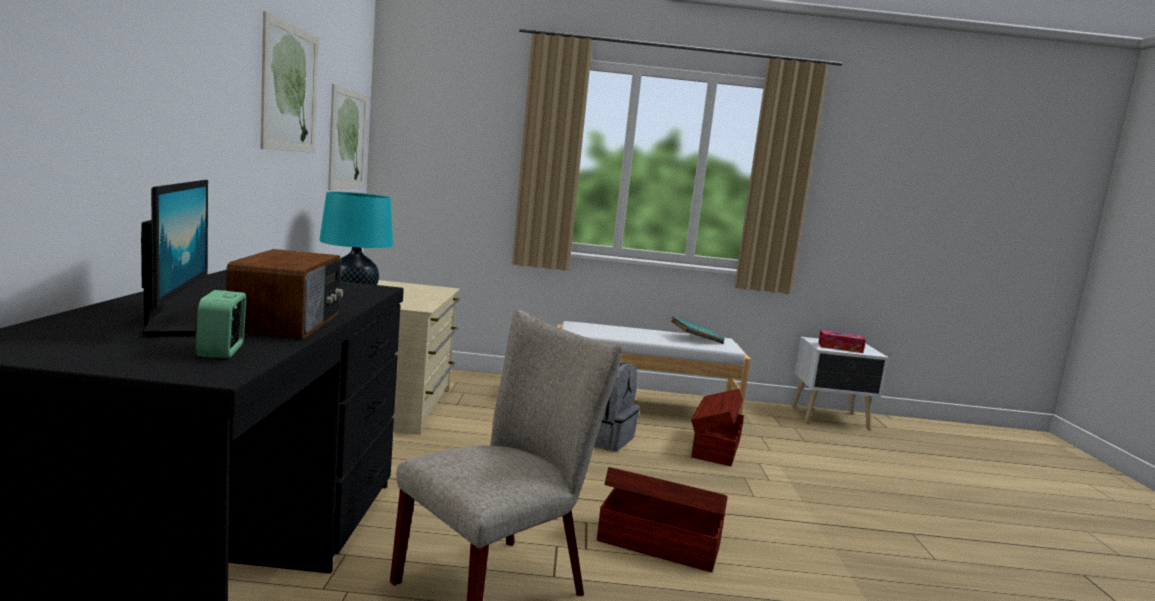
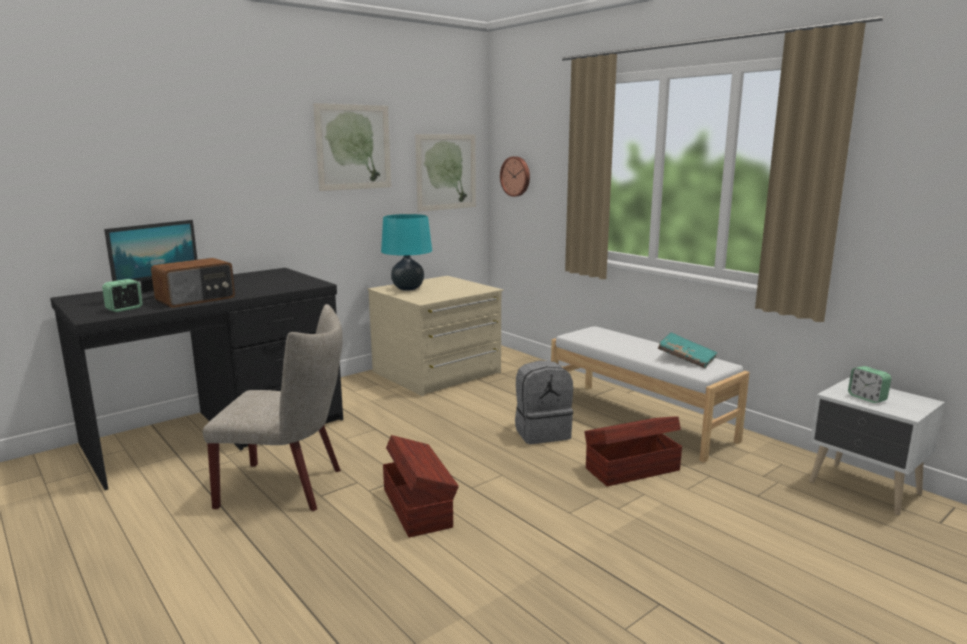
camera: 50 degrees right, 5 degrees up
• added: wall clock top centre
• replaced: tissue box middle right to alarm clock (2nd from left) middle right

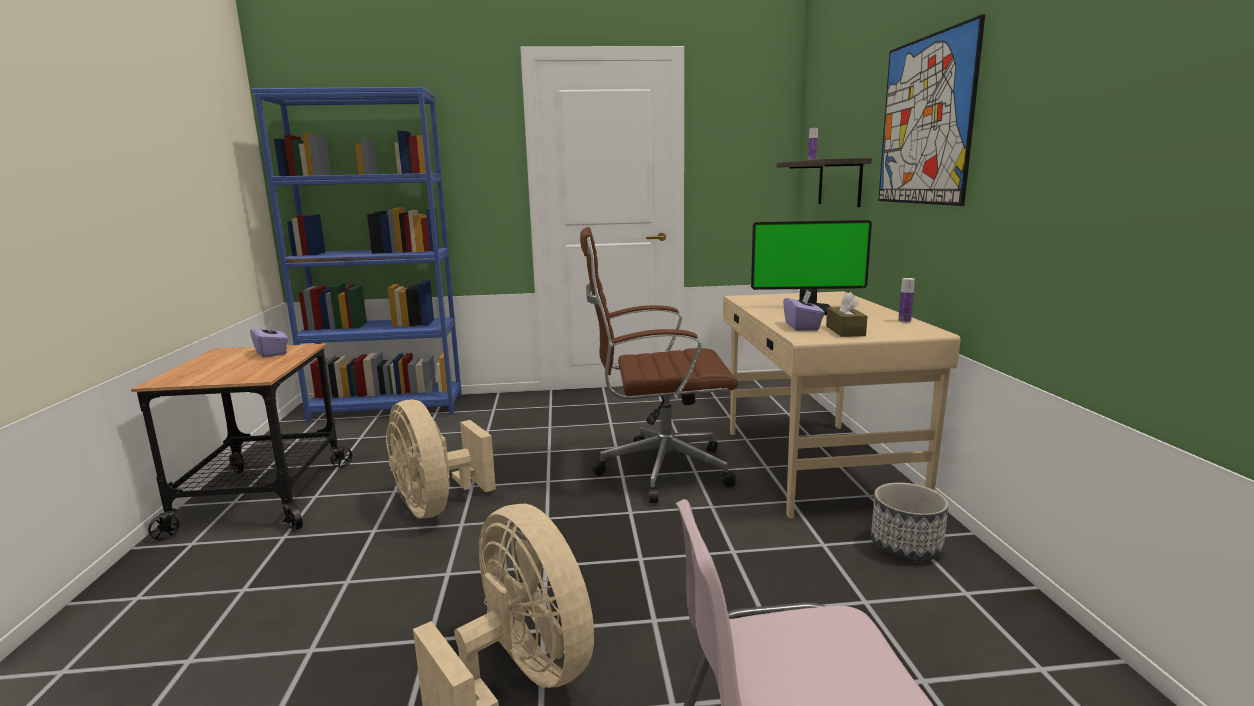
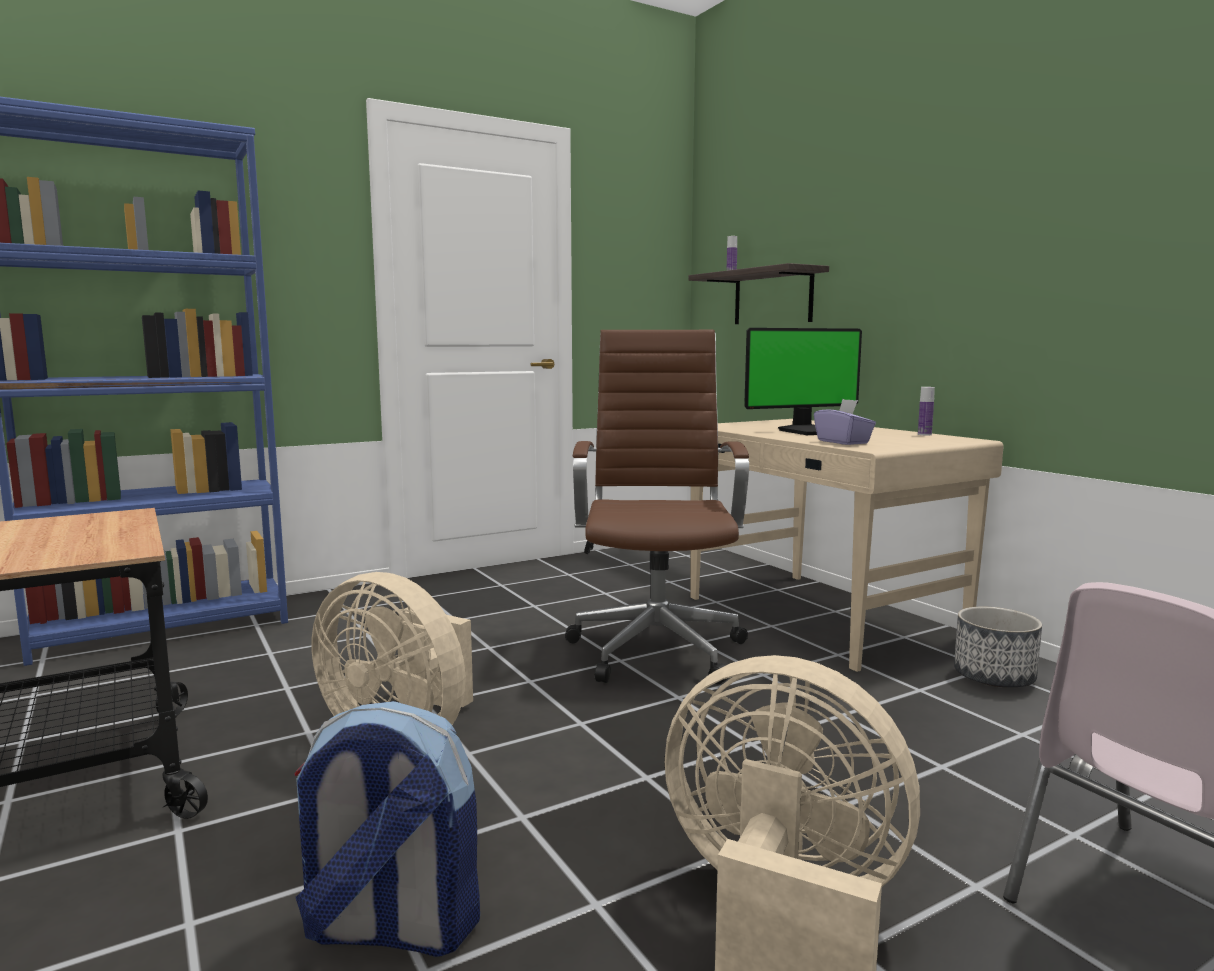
camera: 25 degrees left, 5 degrees down
• added: backpack bottom left
• turned: brown office chair centre = centre 120 degrees clockwise
• removed: purple tissue box (1st from left) middle left
• removed: brown tissue box middle right
• removed: picture top right

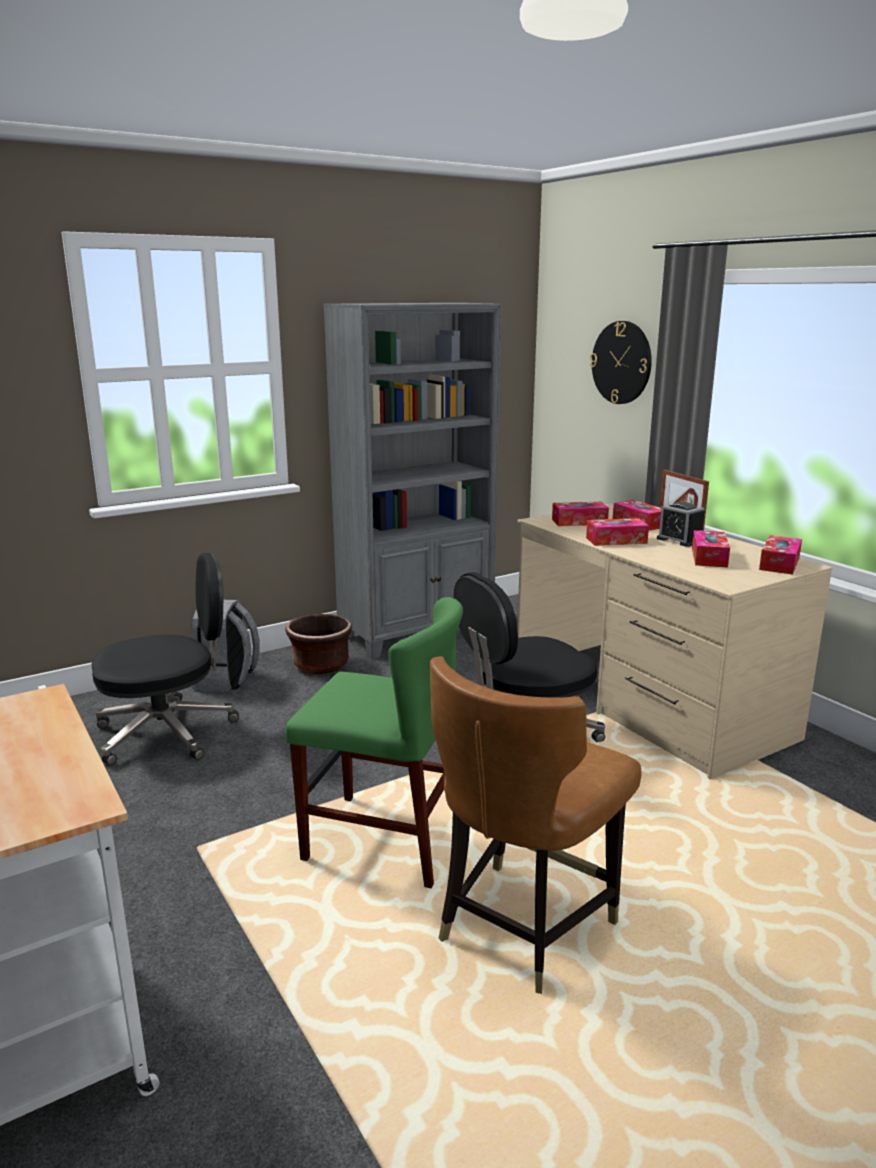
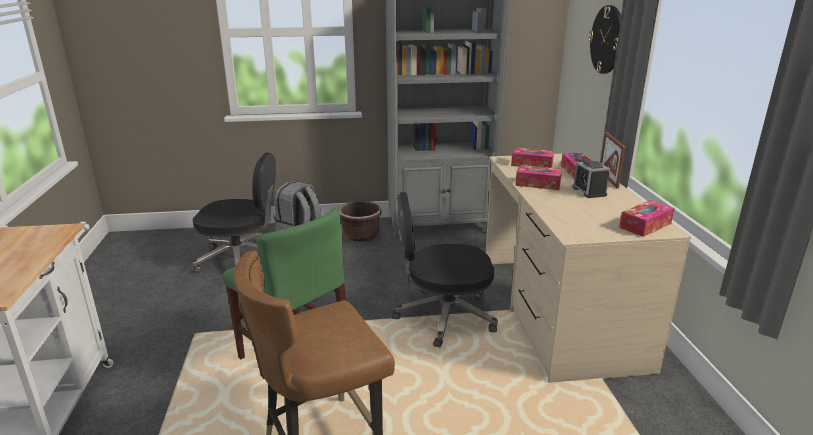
camera: 25 degrees right, 5 degrees up
• removed: tissue box (4th from left) middle right

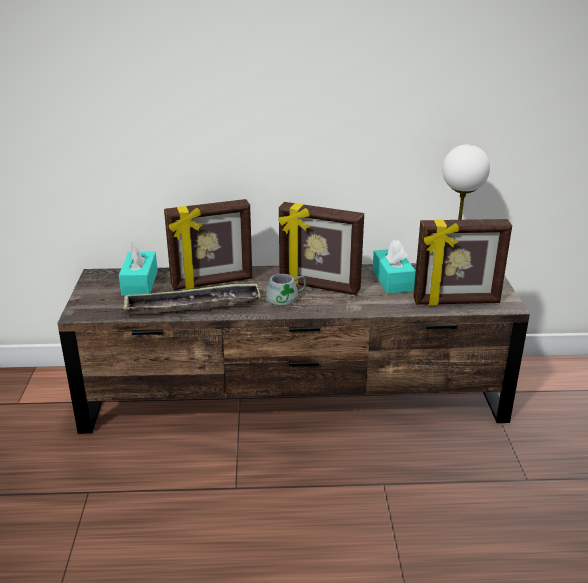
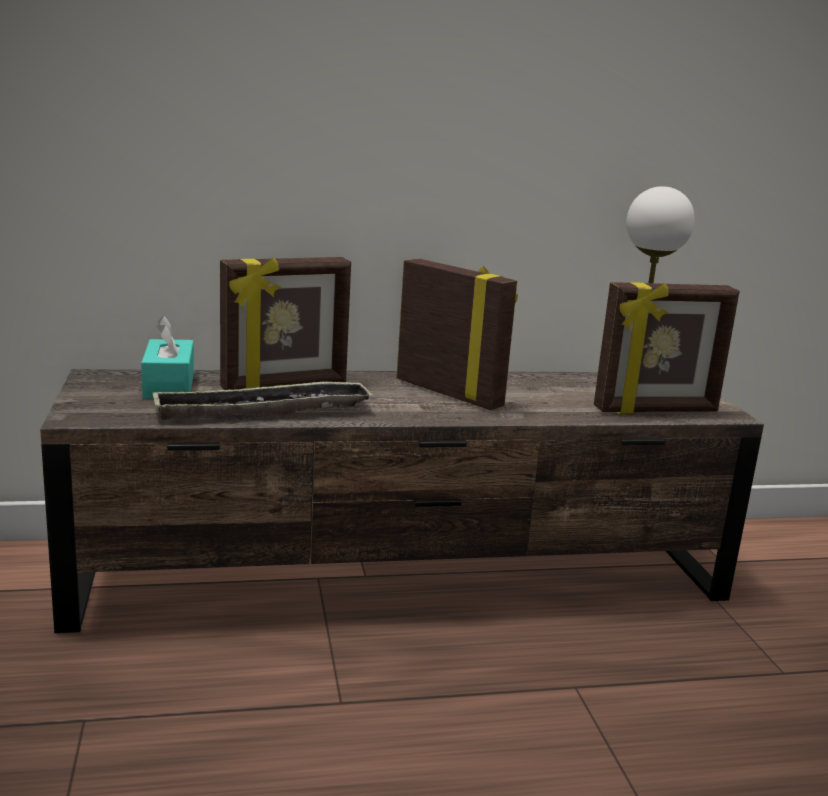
camera: 10 degrees left, 10 degrees down
• turned: picture frame (2nd from left) centre = centre 150 degrees counterclockwise
• removed: grey mug centre
• removed: turquoise tissue box (2nd from left) middle right

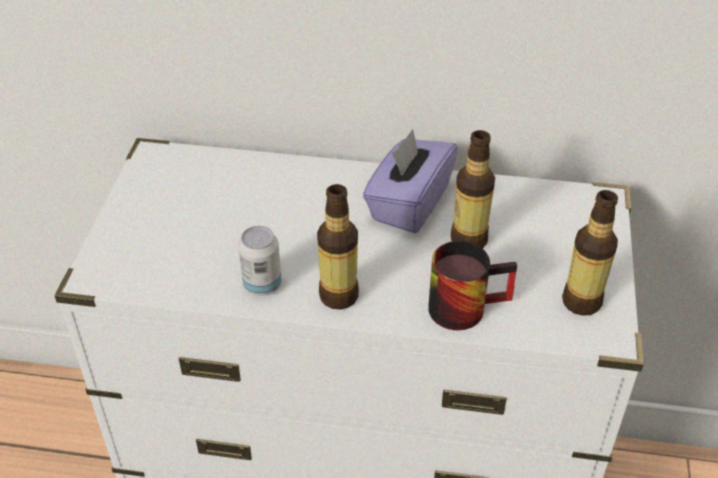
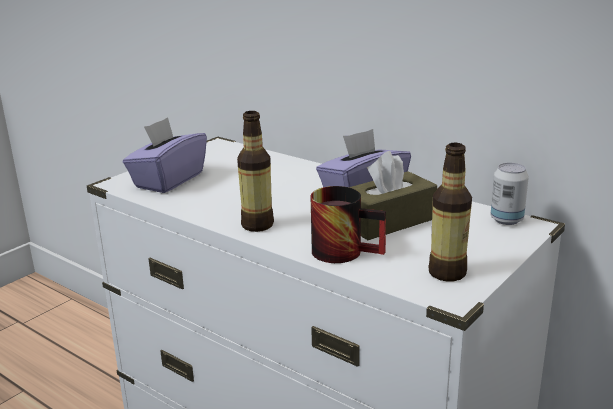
camera: 30 degrees right, 20 degrees down
• added: purple tissue box (1st from left) middle left
• replaced: bottle (2nd from left) centre to brown tissue box centre
• moved: can centre to middle right

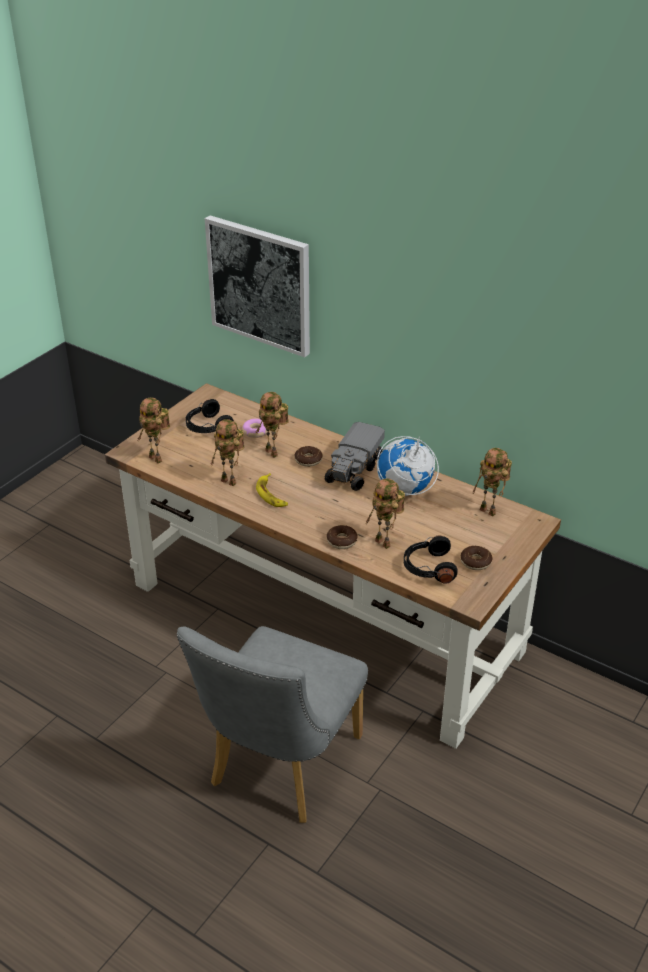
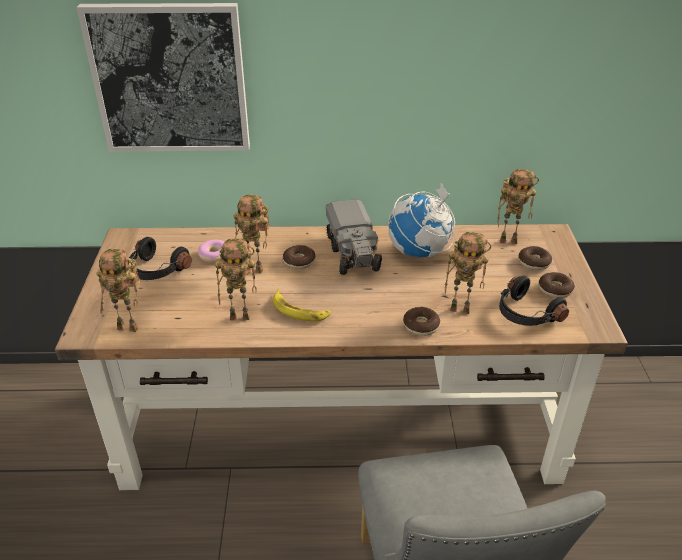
camera: 35 degrees left, 0 degrees up
• added: donut (4th from left) middle right

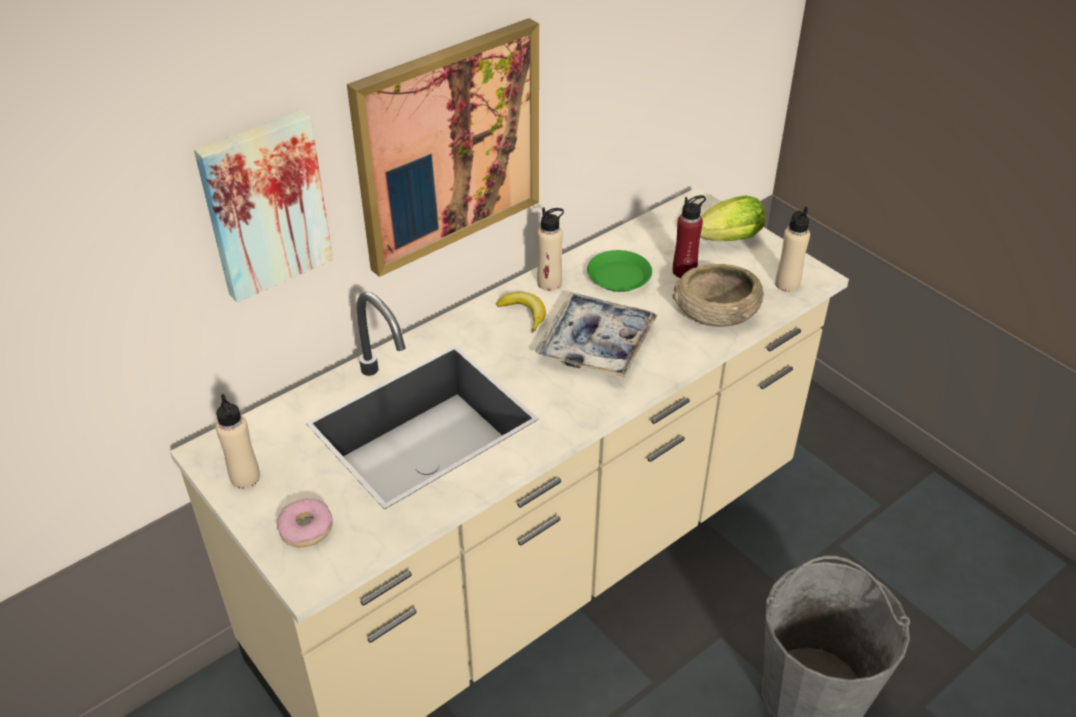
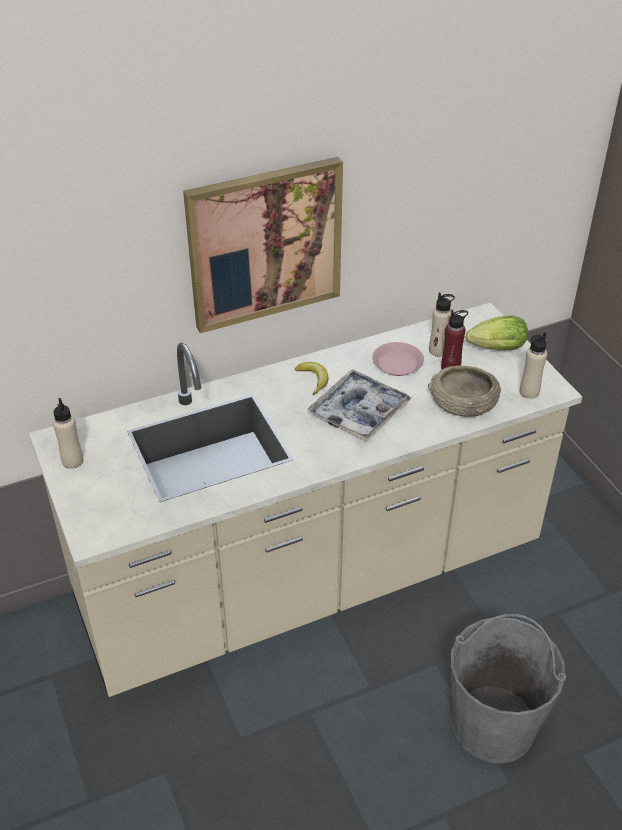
camera: 15 degrees right, 0 degrees up
• recoloured: green plate centre to pink plate centre
• moved: beige bottle (2nd from left) centre to middle right
• removed: picture (1st from left) top left
• removed: donut bottom left

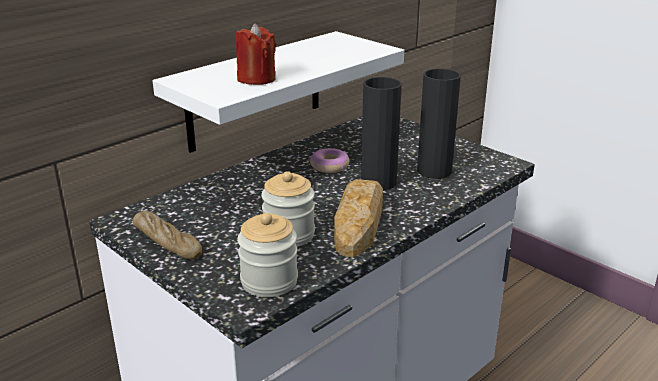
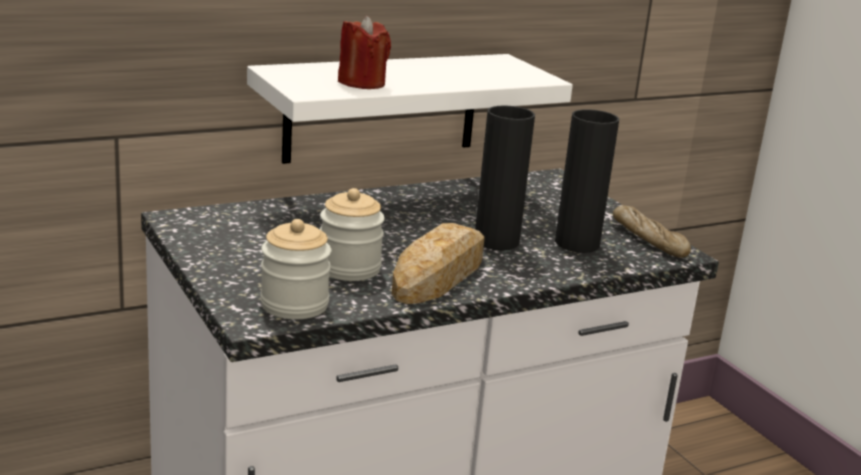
camera: 15 degrees right, 5 degrees down
• moved: bread (1st from left in the first image) middle left to bread (2nd from left) middle right
• removed: donut centre

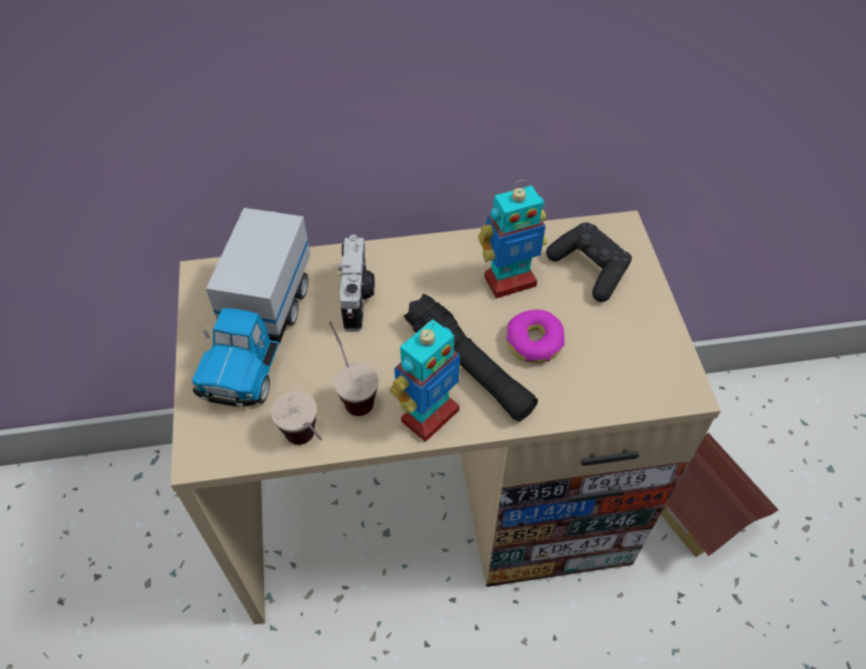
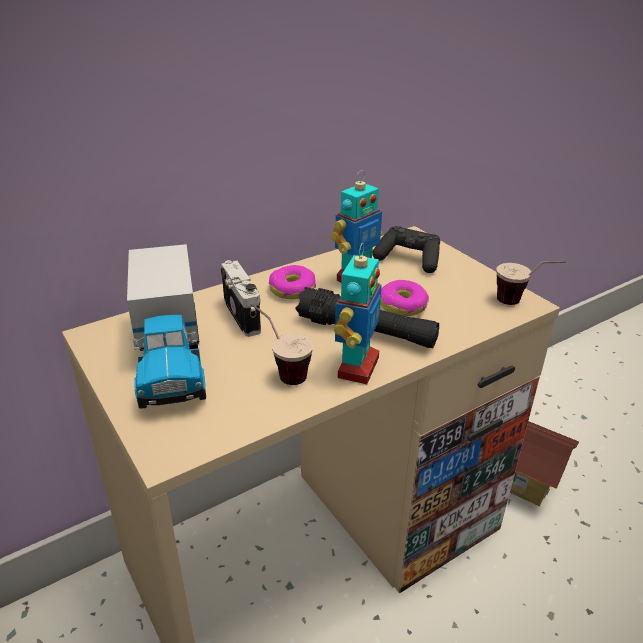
camera: 25 degrees left, 20 degrees down
• added: donut (1st from left) centre
• moved: cup (1st from left in the first image) centre to cup (2nd from left) middle right

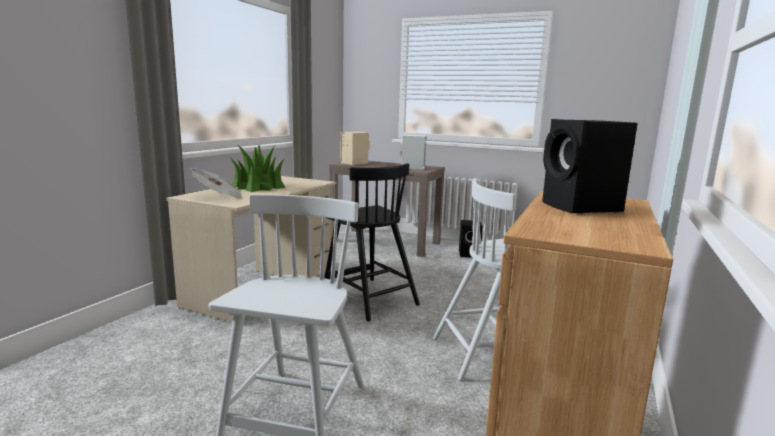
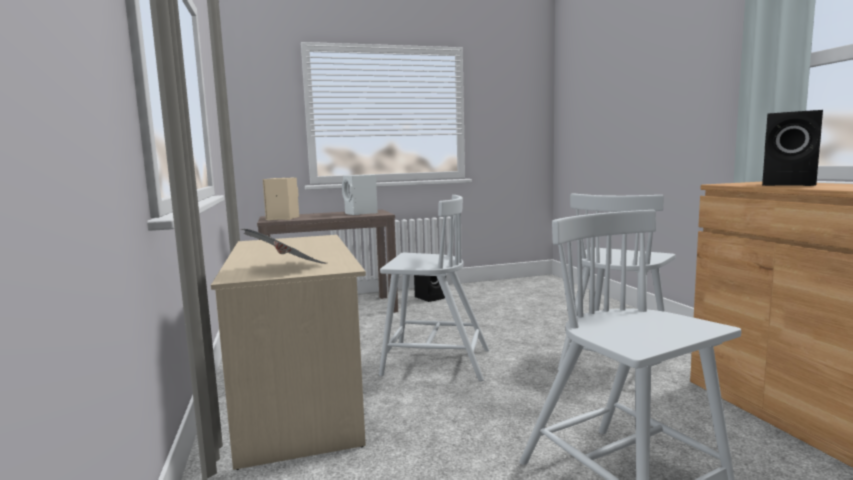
camera: 40 degrees left, 5 degrees down
• recoloured: black chair centre to white chair (1st from left) centre
• removed: potted plant middle left

